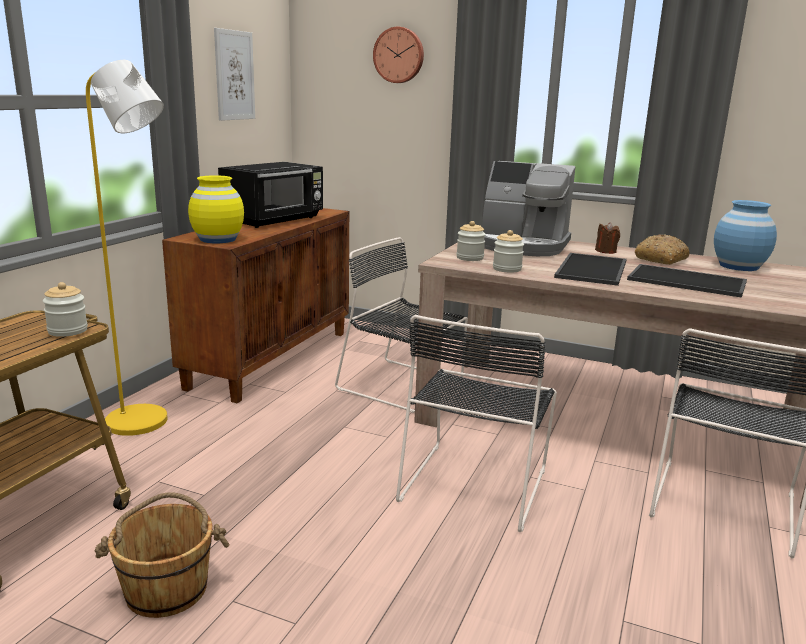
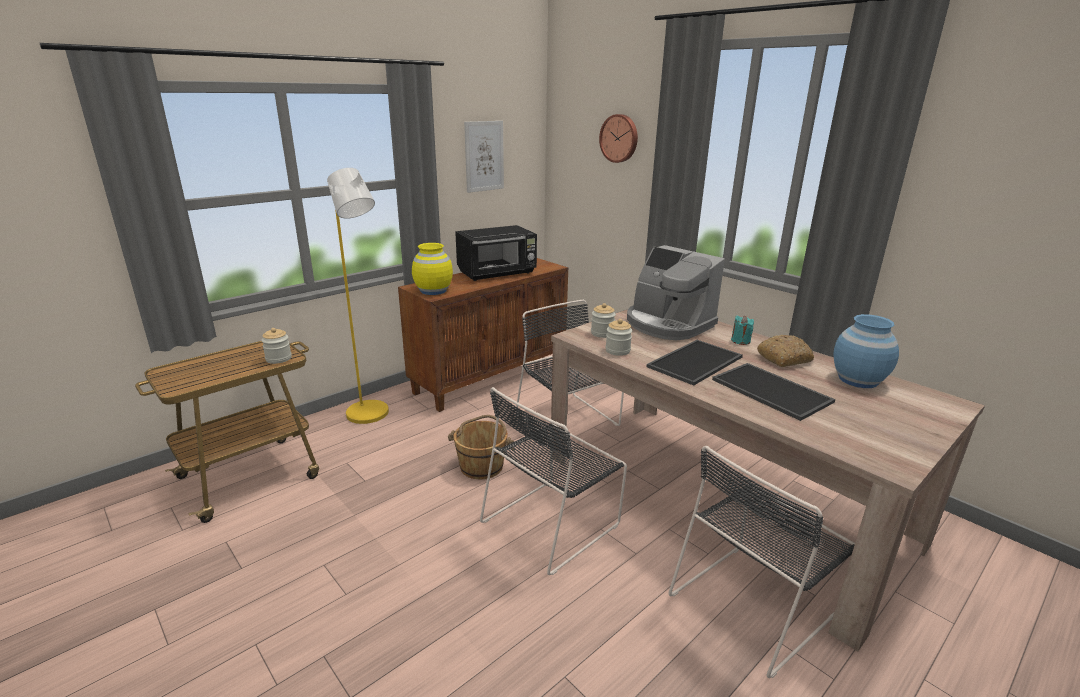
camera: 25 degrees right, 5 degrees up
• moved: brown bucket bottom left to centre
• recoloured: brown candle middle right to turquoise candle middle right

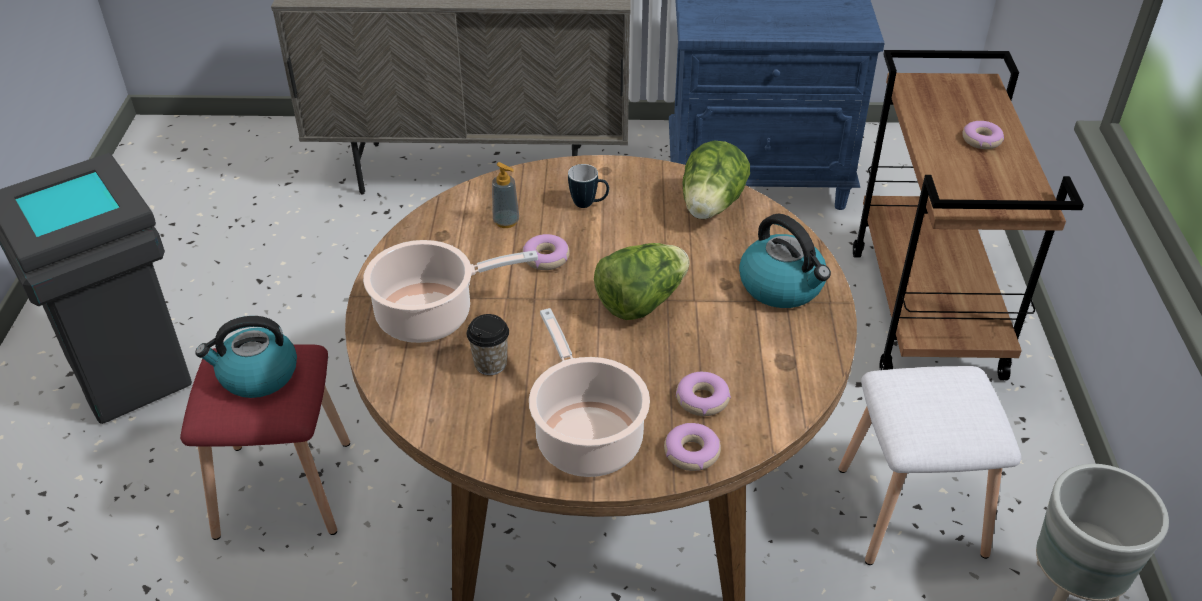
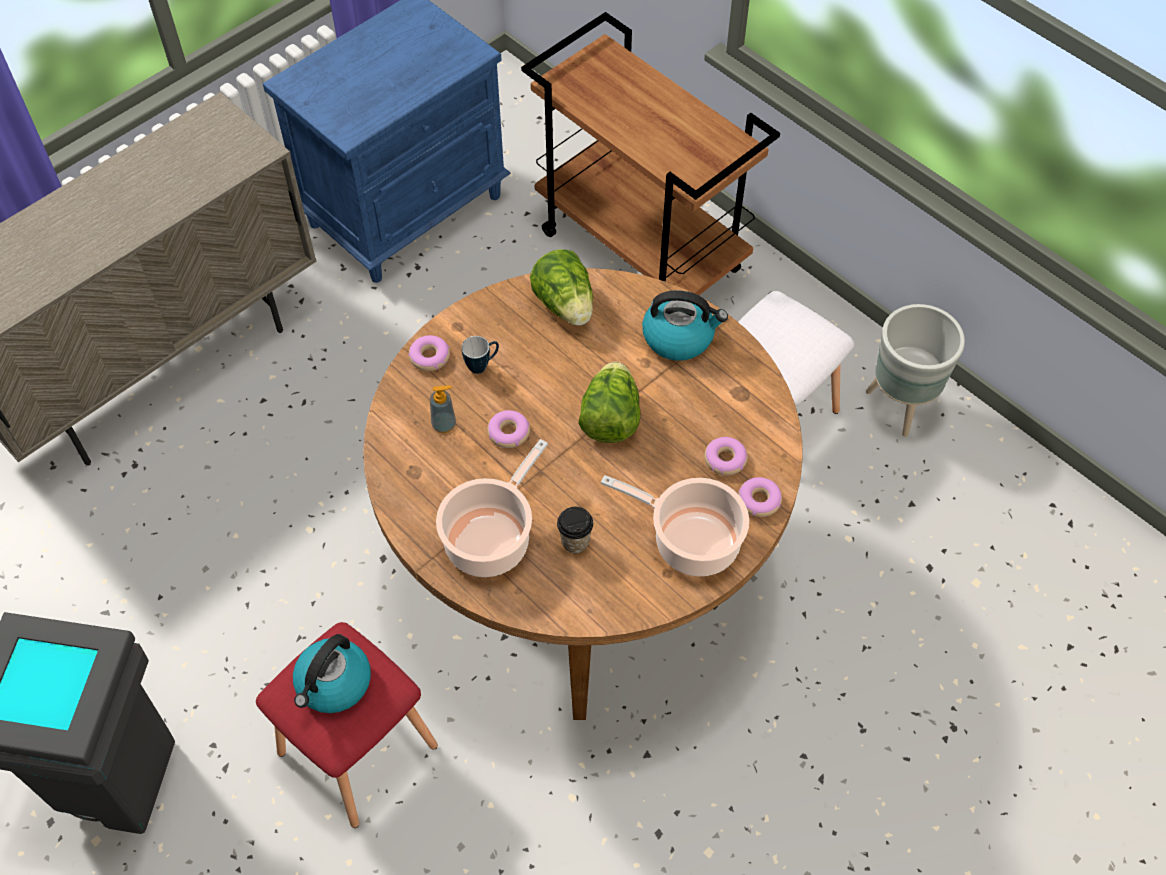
camera: 45 degrees left, 15 degrees up
• moved: donut (4th from left in the first image) top right to donut (1st from left) centre

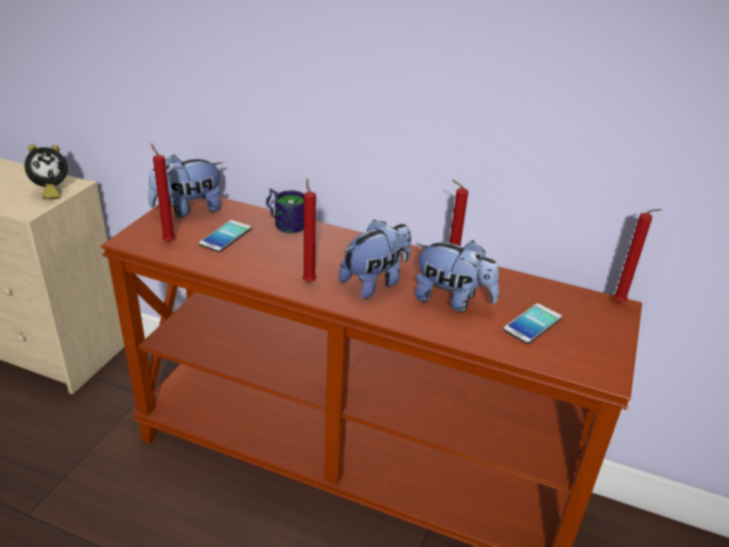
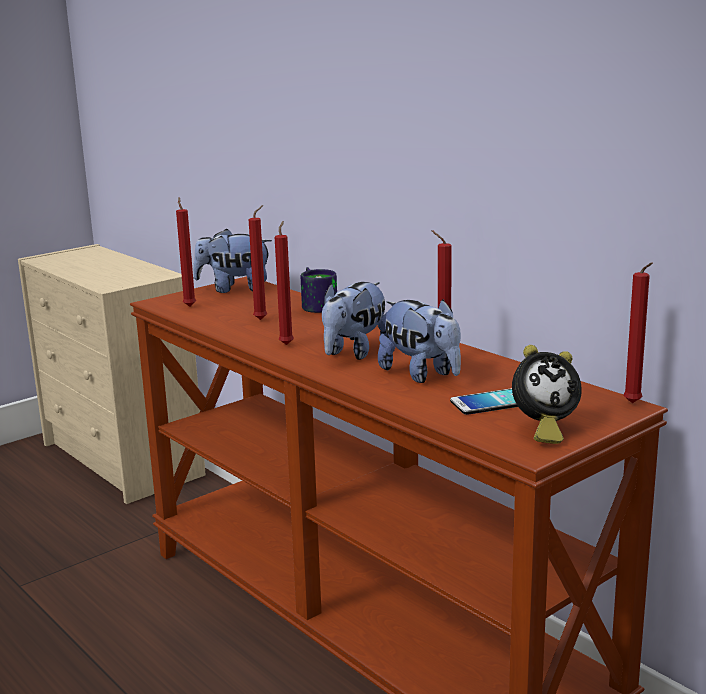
camera: 30 degrees right, 15 degrees down
• added: red candle (2nd from left) centre
• turned: plush toy (2nd from left) centre = centre 135 degrees clockwise
• moved: alarm clock top left to middle right
• removed: phone (1st from left) middle left

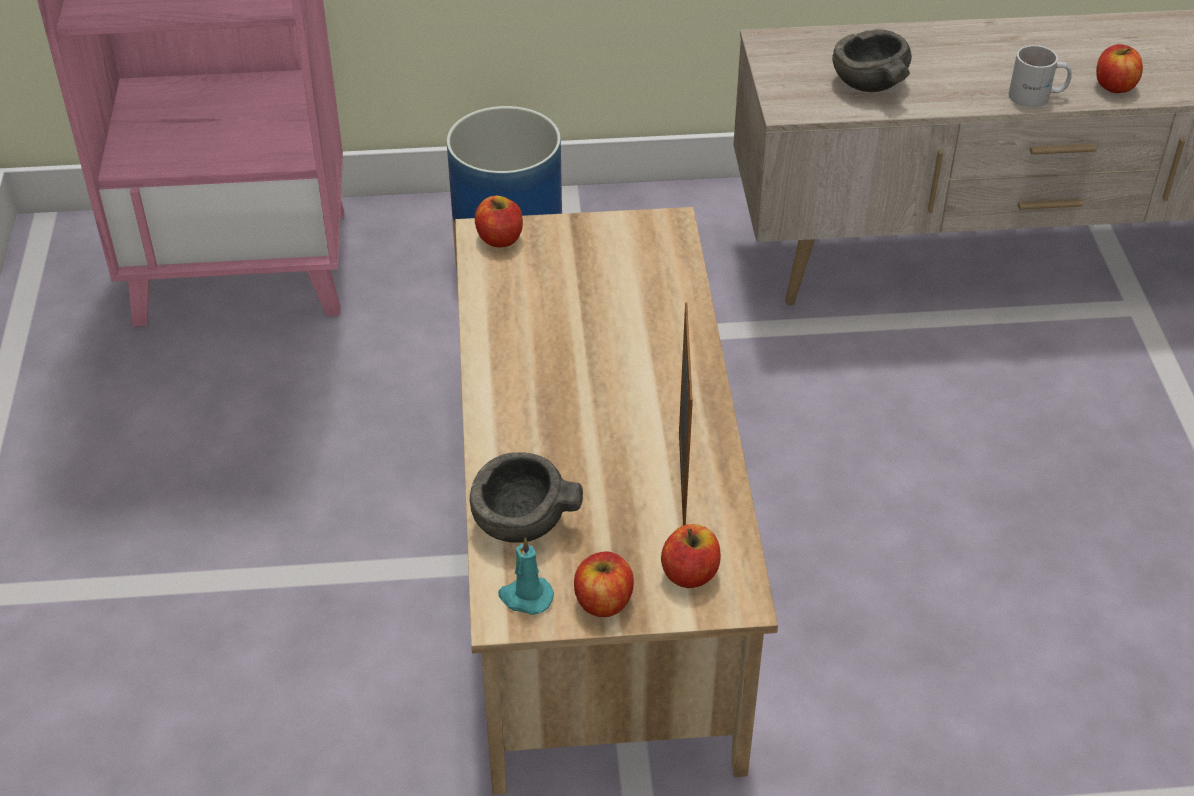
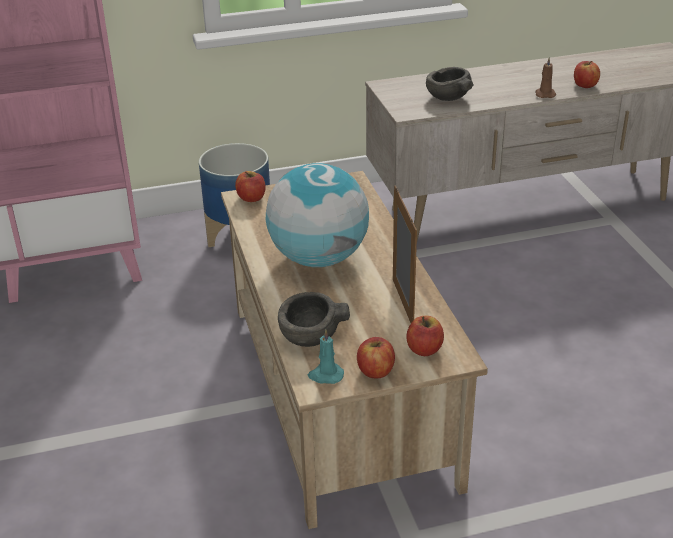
camera: 10 degrees left, 10 degrees down
• added: globe centre
• replaced: white mug top right to brown candle top right

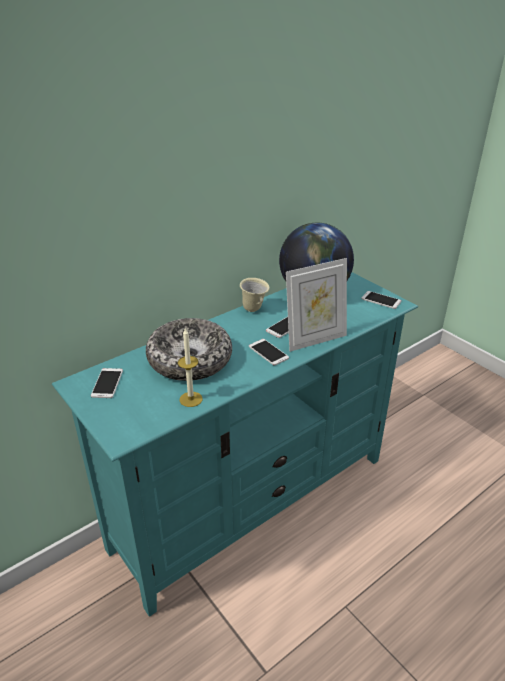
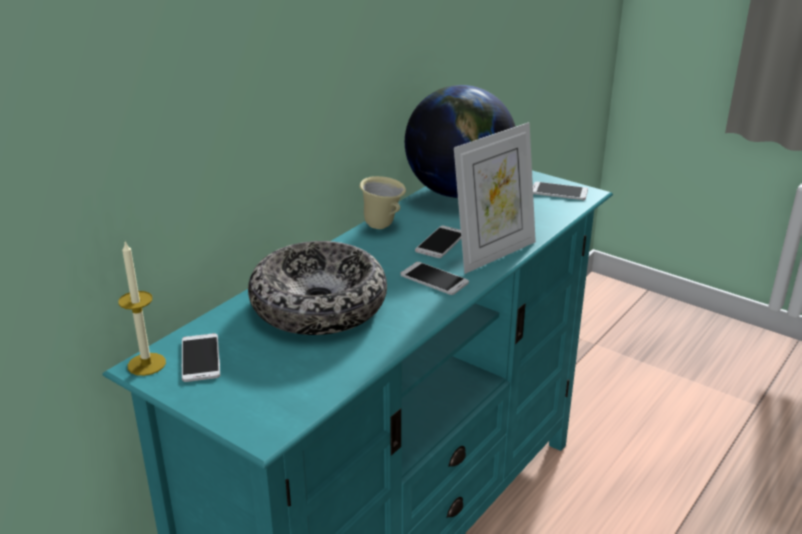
camera: 15 degrees left, 5 degrees down
• moved: candle centre to middle left

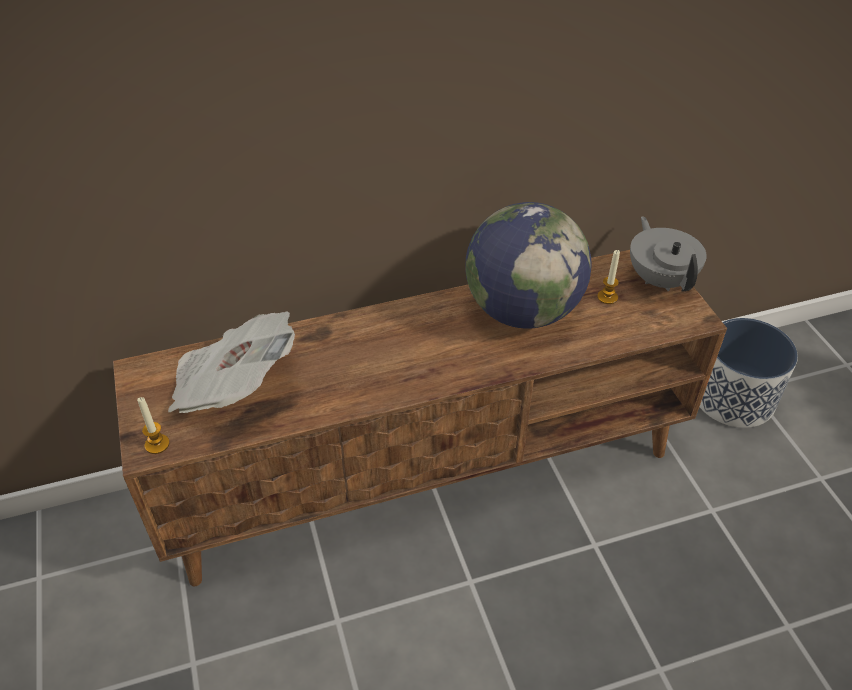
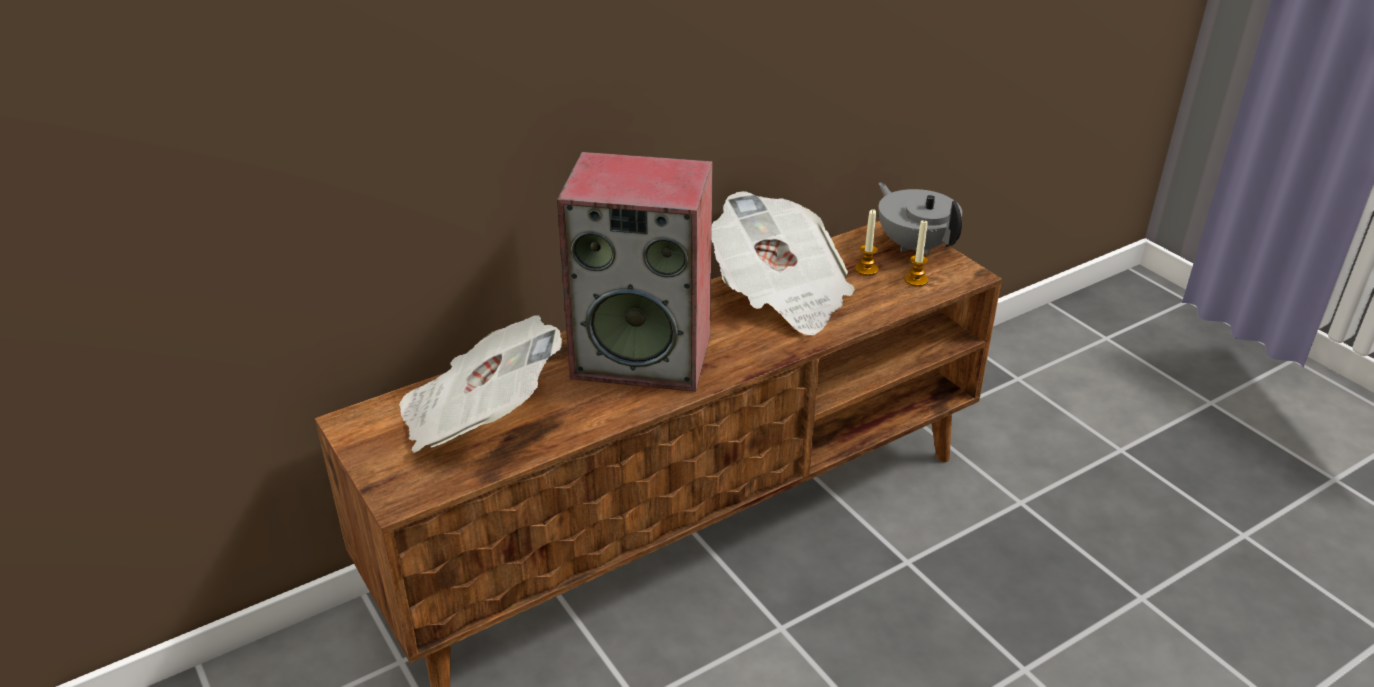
camera: 15 degrees left, 10 degrees down
• added: speaker centre
• replaced: globe centre to newspaper (2nd from left) centre
• moved: candle (1st from left in the first image) middle left to candle (2nd from left) middle right
• removed: planter middle right

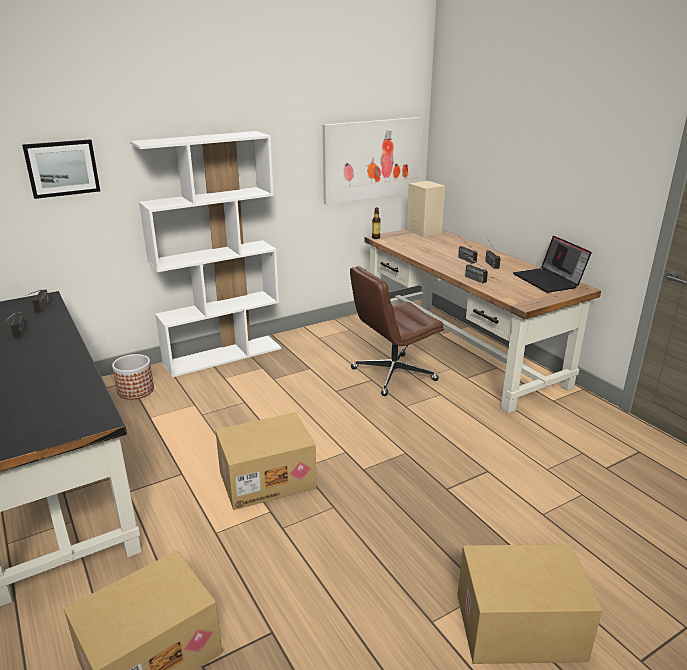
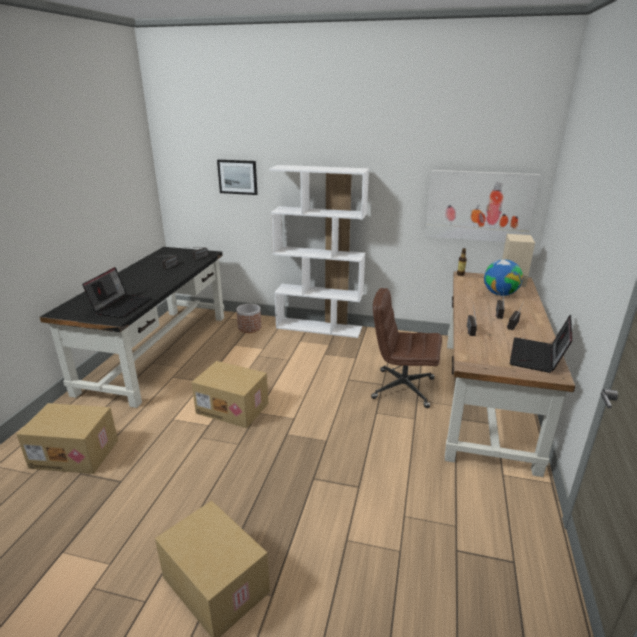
camera: 45 degrees right, 0 degrees up
• added: laptop (1st from left) middle left
• added: globe middle right

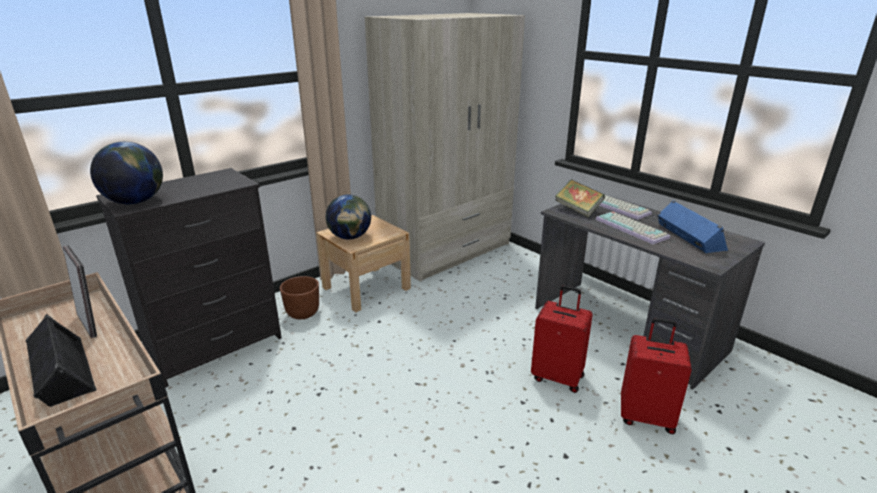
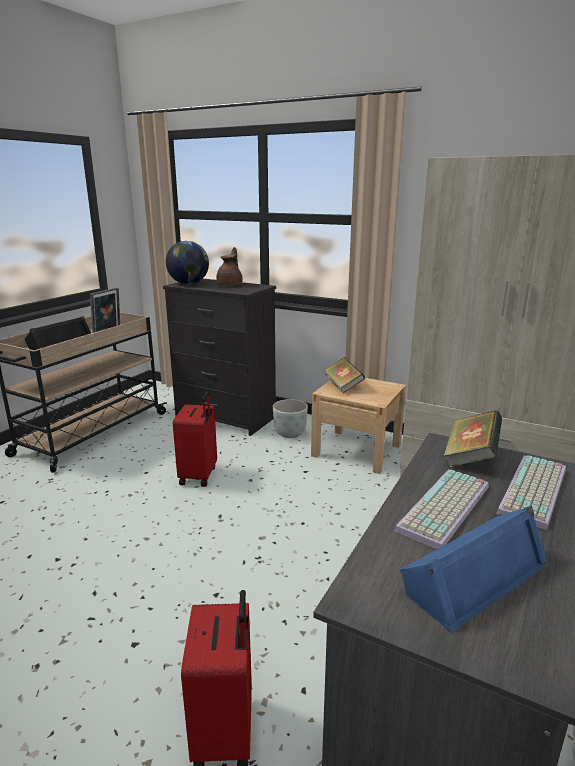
camera: 70 degrees right, 5 degrees down
• moved: red suitcase (1st from left) bottom centre to centre
• added: brown teapot centre
• recoloured: brown planter centre to grey planter centre
• replaced: globe (2nd from left) centre to book (1st from left) centre

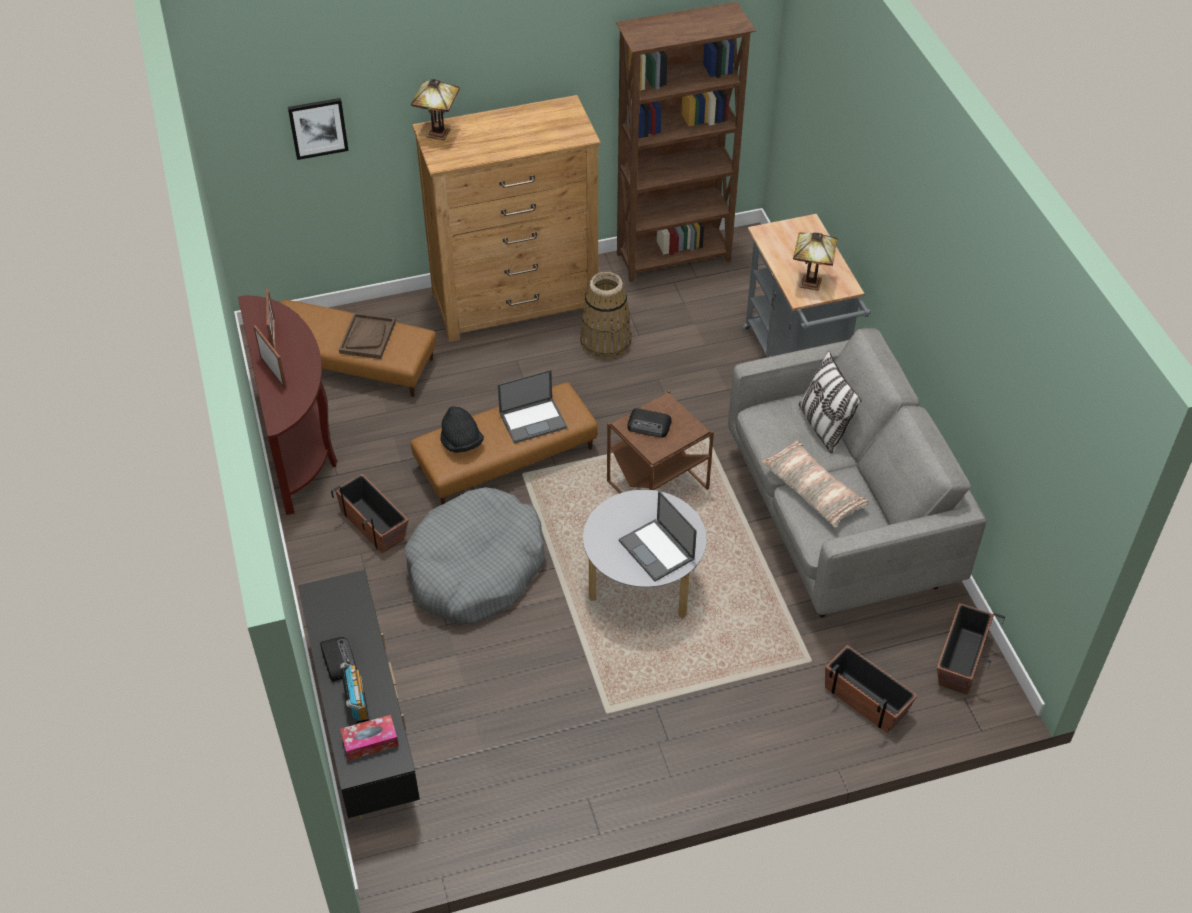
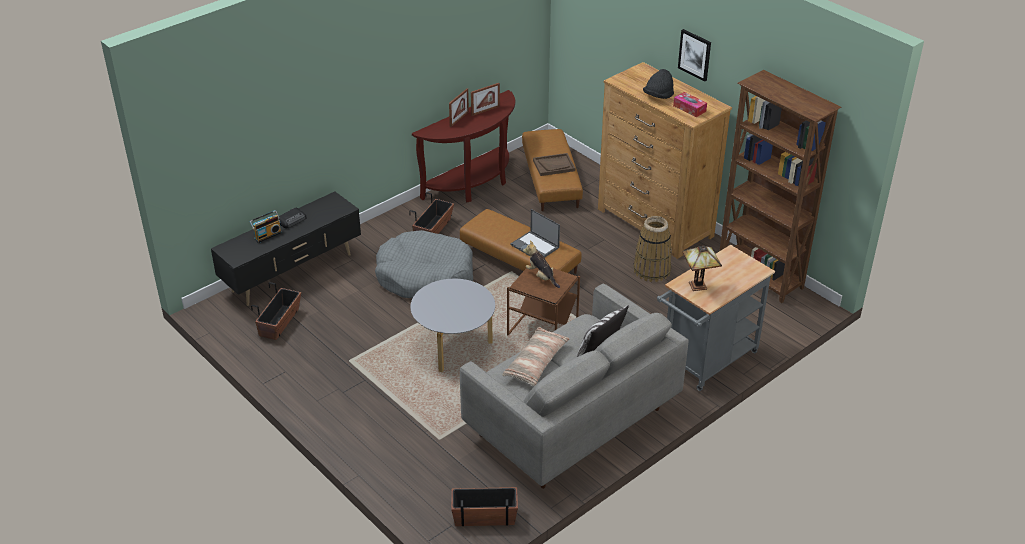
camera: 65 degrees right, 10 degrees down
• moved: planter (2nd from left in the first image) bottom right to planter (1st from left) middle left
• replaced: radio (3rd from left) centre to plush toy centre
• moved: black hat centre to top centre
• moved: tissue box bottom left to top right
• moved: picture top left to top right
• removed: table lamp (1st from left) top centre
• removed: laptop (2nd from left) centre

